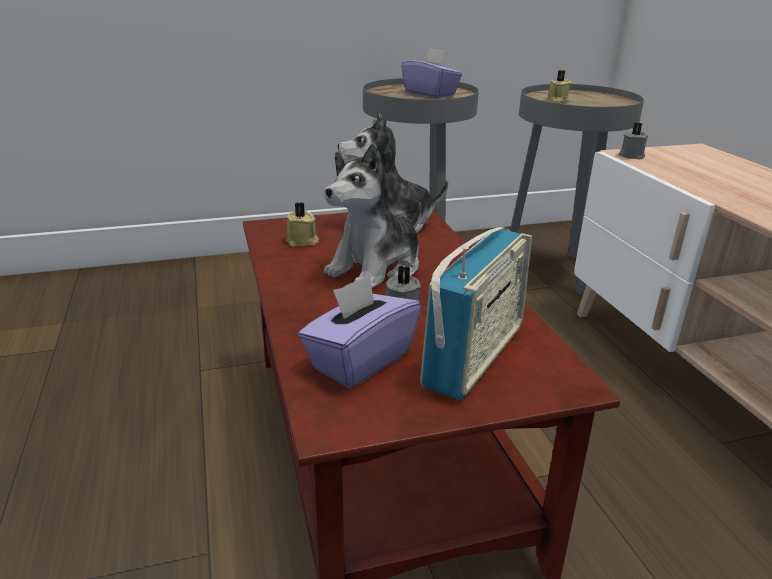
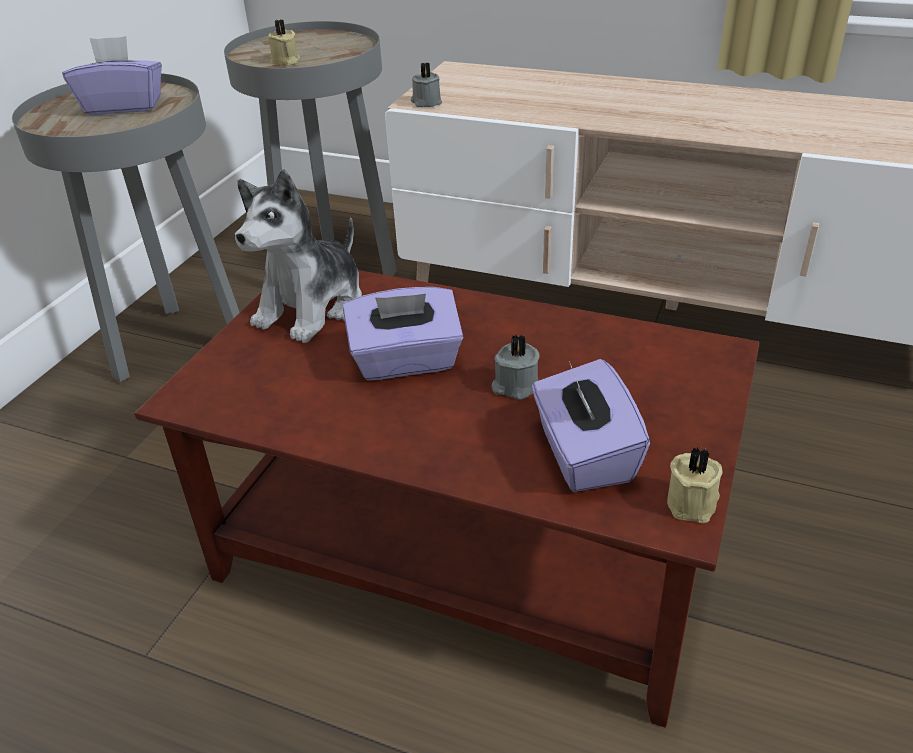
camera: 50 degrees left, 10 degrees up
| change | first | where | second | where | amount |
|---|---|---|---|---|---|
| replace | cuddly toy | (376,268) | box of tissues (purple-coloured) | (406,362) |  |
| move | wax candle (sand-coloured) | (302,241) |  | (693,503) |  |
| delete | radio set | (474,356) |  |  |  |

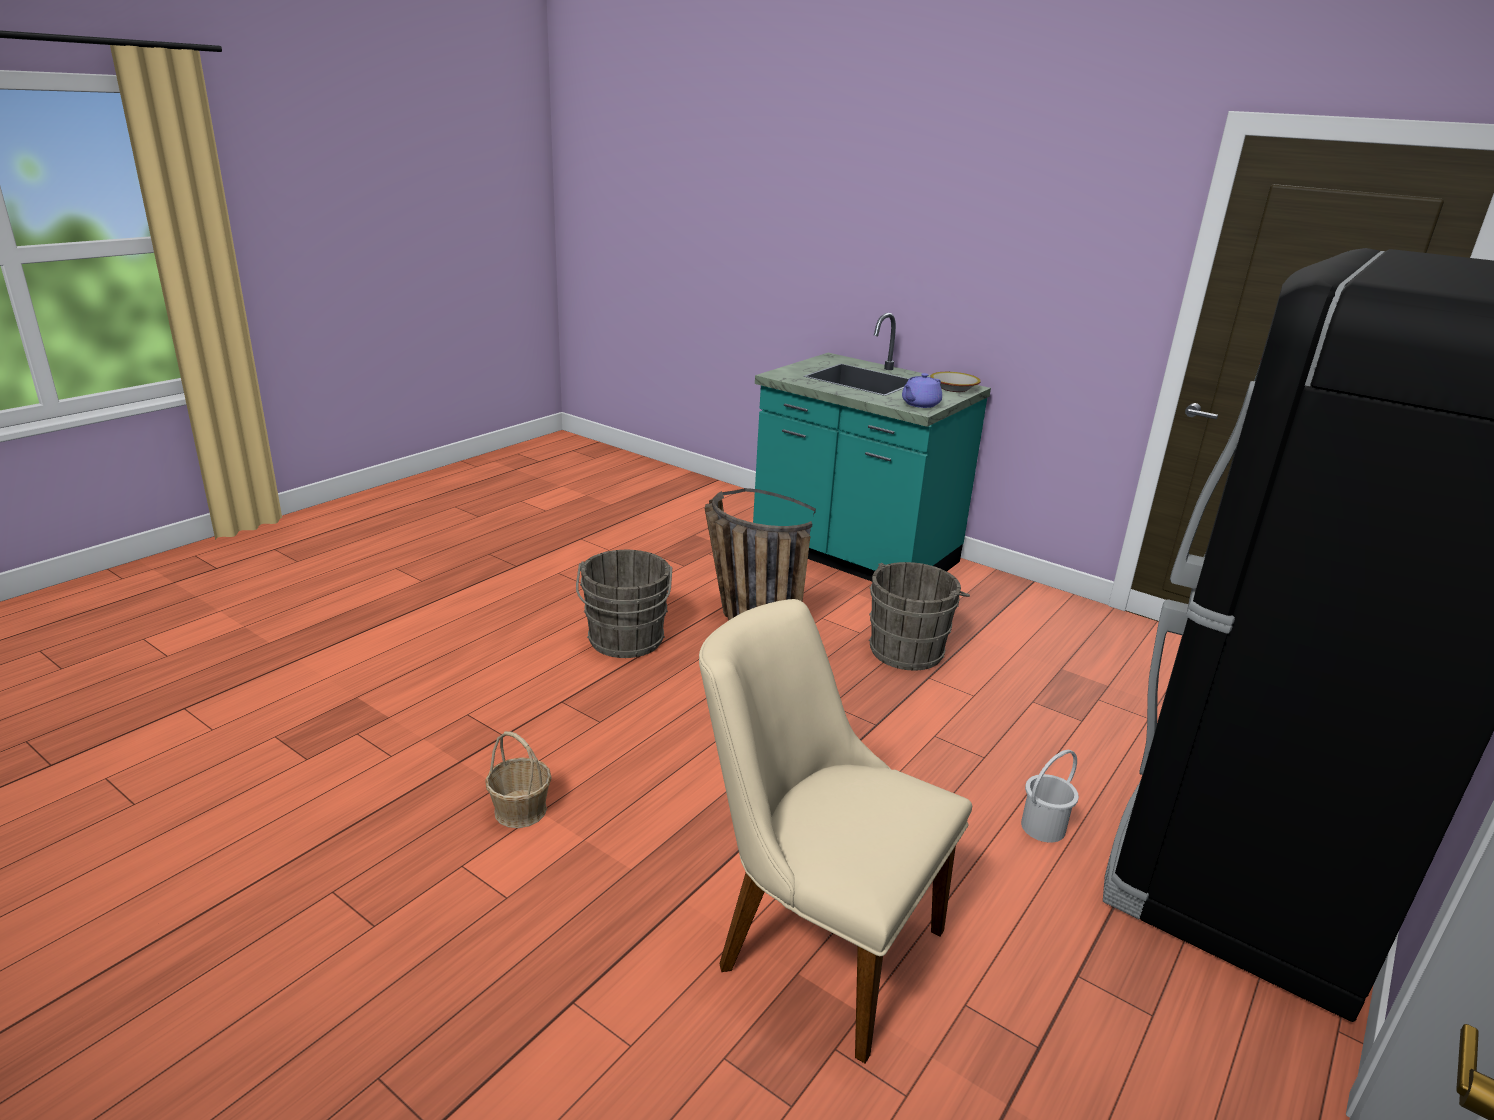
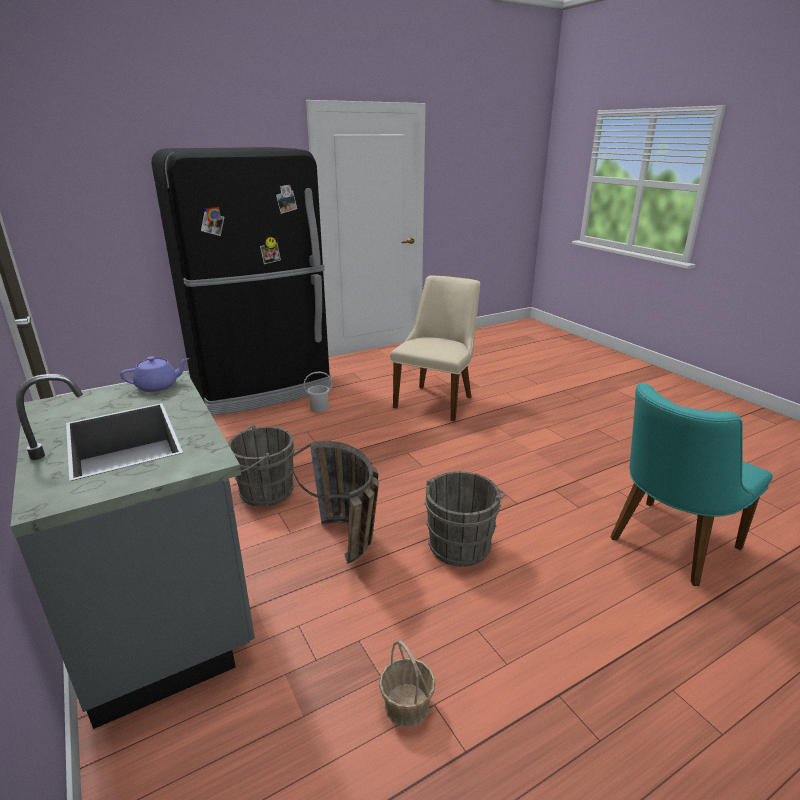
camera: 155 degrees left, 0 degrees up
| change | first | where | second | where | amount |
|---|---|---|---|---|---|
| recolor | kitchen base unit (blue-green) | (854,555) | kitchen base unit (gray) | (165,610) |  |
| move | household basket | (520,810) |  | (406,706) |  |
| rotate | plain chair (sand-coloured) | (812,941) |  | (437,399) | 120 degrees counterclockwise |
| insert |  |  | plain chair (blue-green) | (666,546) |  |
| delete | bowl | (954,388) |  |  |  |

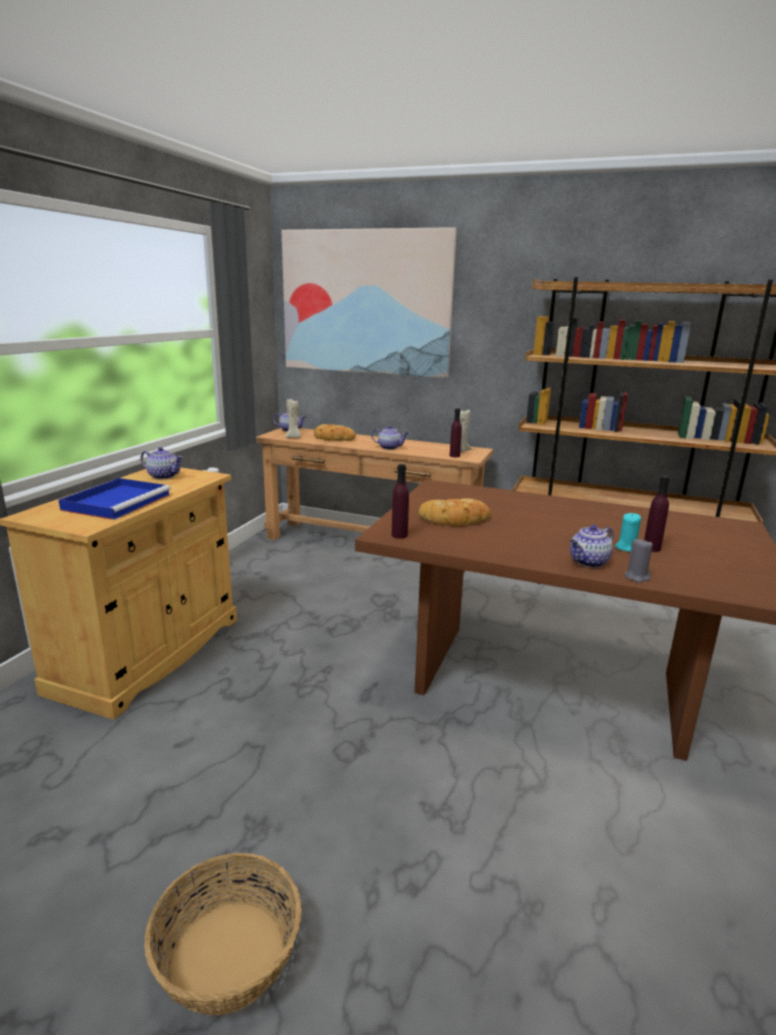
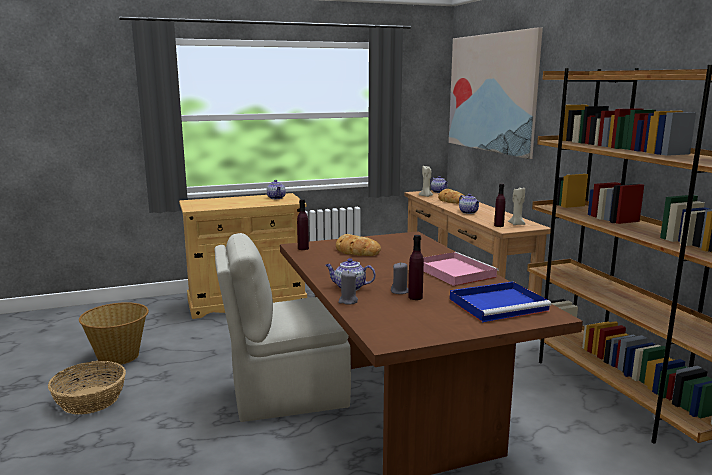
camera: 50 degrees right, 5 degrees down
| change | first | where | second | where | amount |
|---|---|---|---|---|---|
| insert |  |  | household basket | (119,356) |  |
| insert |  |  | plain chair (sand-coloured) | (286,394) |  |
| recolor | wax candle (blue-green) | (626,548) | wax candle (gray) | (400,291) |  |
| insert |  |  | carrying tray (pink) | (453,271) |  |
| move | carrying tray (blue-coloured) | (118,502) |  | (499,305) |  |

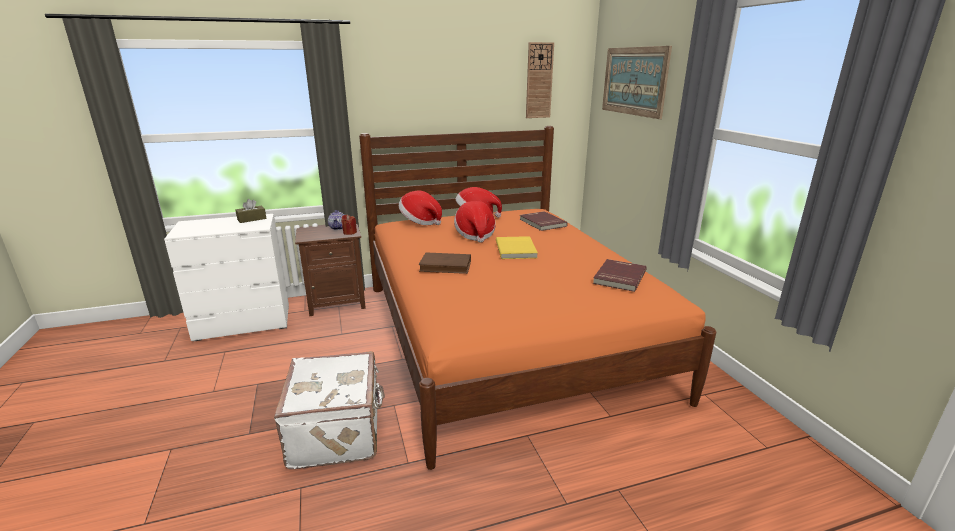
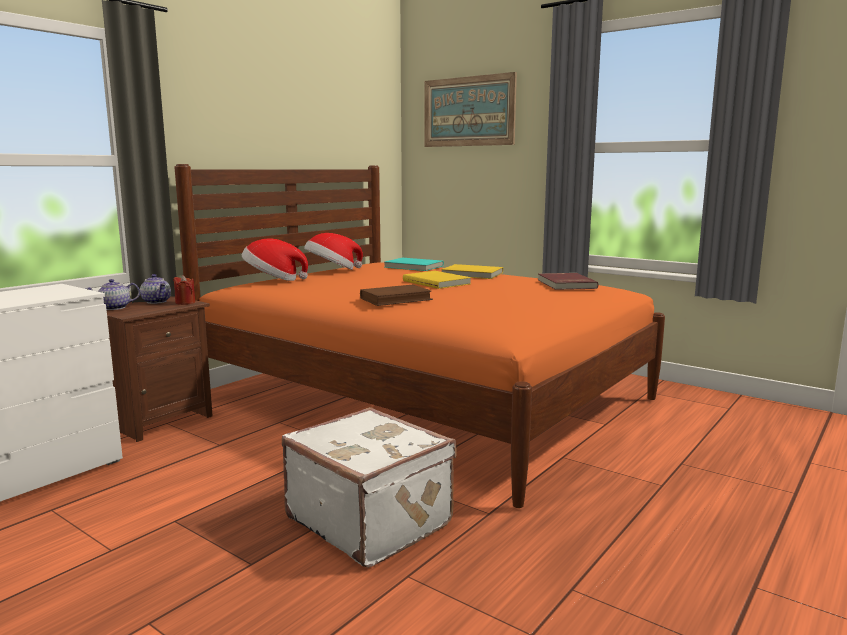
camera: 35 degrees left, 10 degrees down
| change | first | where | second | where | amount |
|---|---|---|---|---|---|
| insert |  |  | teapot | (114,308) |  |
| recolor | volume (red-coloured) | (542,223) | volume (blue-green) | (413,267) |  |
| insert |  |  | volume (yellow-coloured) | (472,274) |  |
| delete | box of tissues (brown-coloured) | (252,219) |  |  |  |
| delete | wearable hat | (475,235) |  |  |  |
| delete | wall clock | (539,81) |  |  |  |

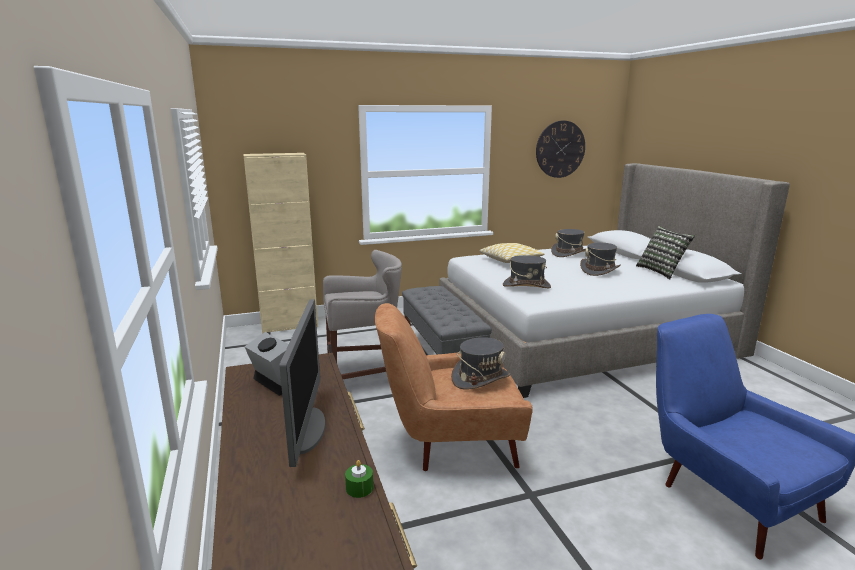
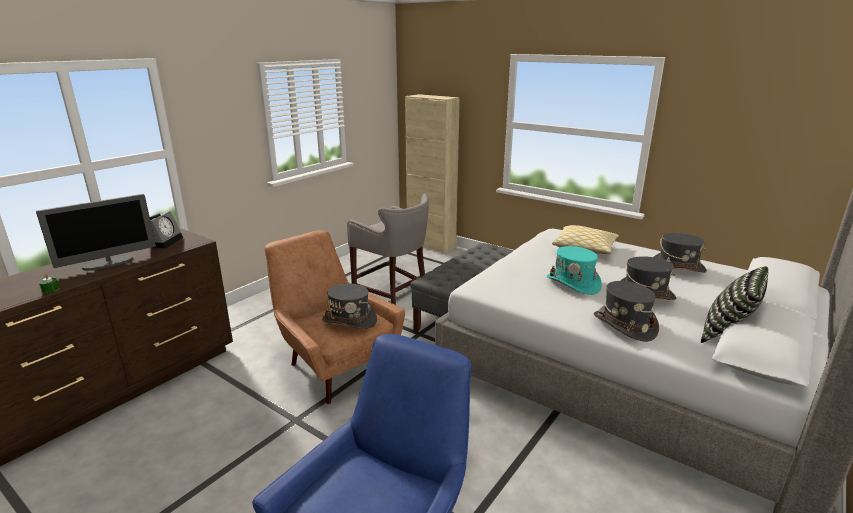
camera: 55 degrees right, 5 degrees up
| change | first | where | second | where | amount |
|---|---|---|---|---|---|
| insert |  |  | wearable hat (blue-green) | (573,283) |  |
| move | wearable hat (gray) | (526,286) |  | (624,325) |  |
| delete | wall clock | (560,149) |  |  |  |

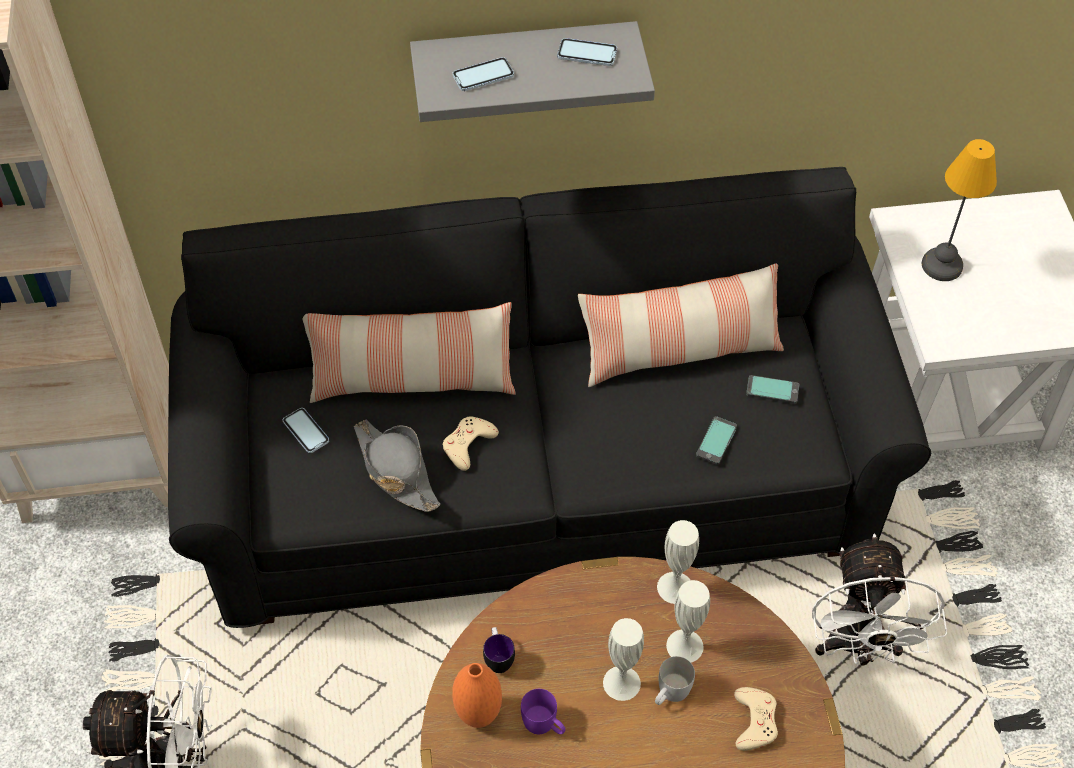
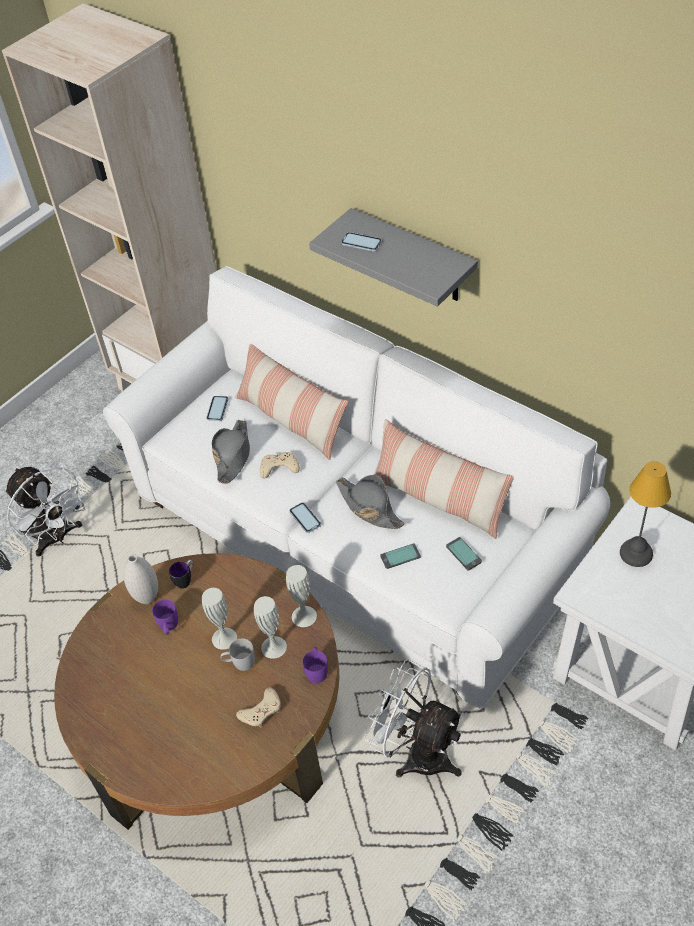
camera: 50 degrees right, 5 degrees down
| change | first | where | second | where | amount |
|---|---|---|---|---|---|
| recolor | sofa (blackish) | (538,475) | sofa (white) | (356,534) |  |
| recolor | flower vase (orangey) | (478,715) | flower vase (white) | (147,598) |  |
| move | phone | (587,54) |  | (305,518) |  |
| insert |  |  | tea mug (purple-coloured) | (317,670) |  |
| insert |  |  | wearable hat (gray) | (369,507) |  |
| rotate | cooling fan (white) | (857,647) |  | (417,753) | 75 degrees clockwise |

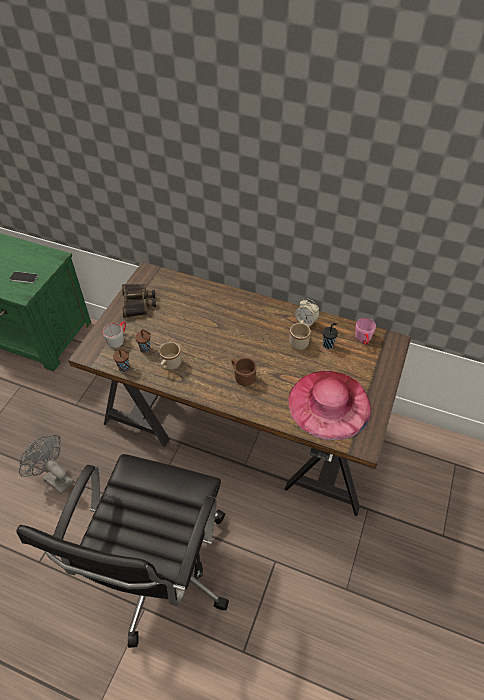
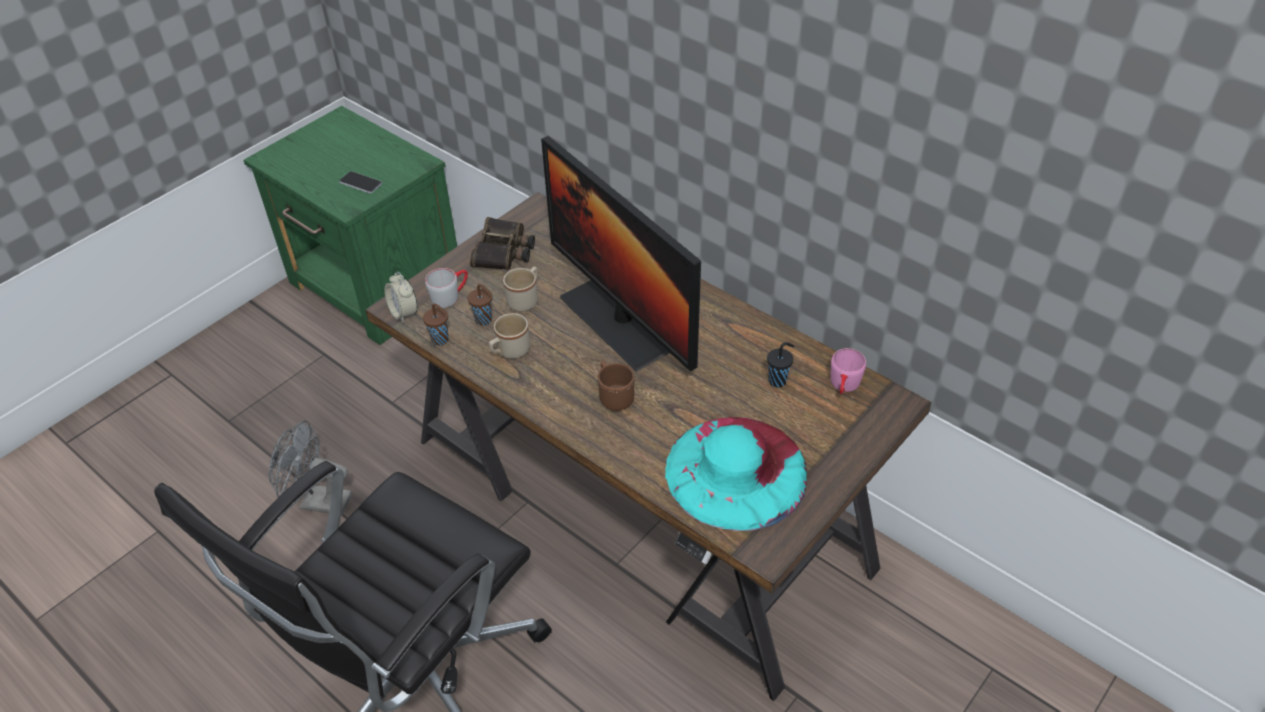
camera: 20 degrees right, 5 degrees down
| change | first | where | second | where | amount |
|---|---|---|---|---|---|
| rotate | cooling fan (gray) | (54,478) |  | (318,501) | 45 degrees counterclockwise |
| move | bedside clock | (306,321) |  | (404,313) |  |
| move | tea mug (sand-coloured) | (299,341) |  | (525,299) |  |
| insert |  |  | computer display | (620,321) |  |
| recolor | wearable hat (pink) | (329,404) | wearable hat (blue-green) | (736,471) |  |

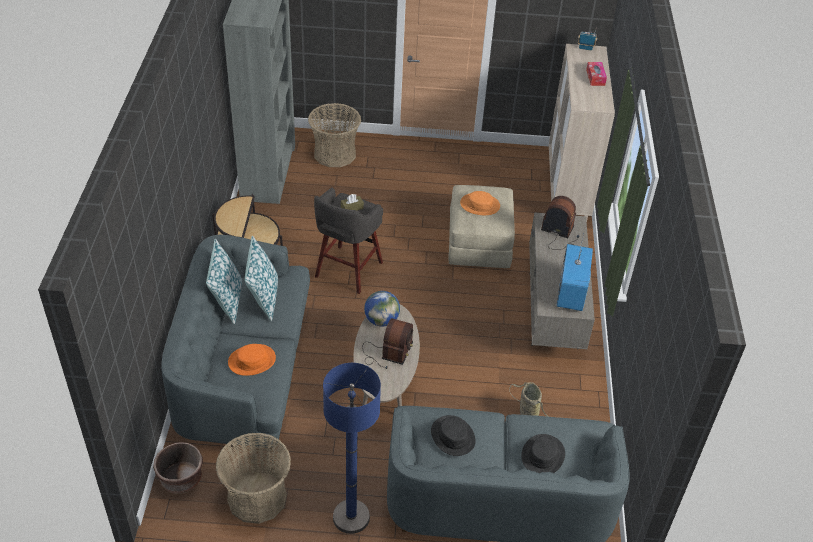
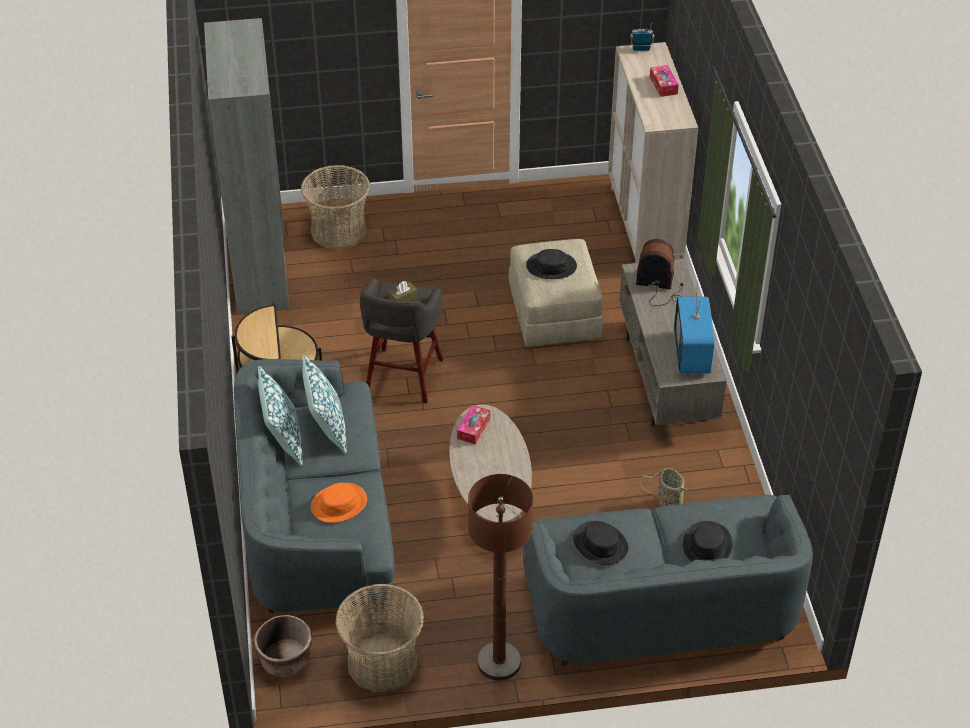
camera: 10 degrees left, 0 degrees up
| change | first | where | second | where | amount |
|---|---|---|---|---|---|
| replace | world globe | (381,320) | box of tissues | (473,429) |  |
| recolor | standard lamp (blue-coloured) | (351,517) | standard lamp (brown-coloured) | (499,662) |  |
| recolor | wearable hat (orangey) | (480,205) | wearable hat (blackish) | (551,266) |  |
| delete | radio set | (387,353) |  |  |  |

